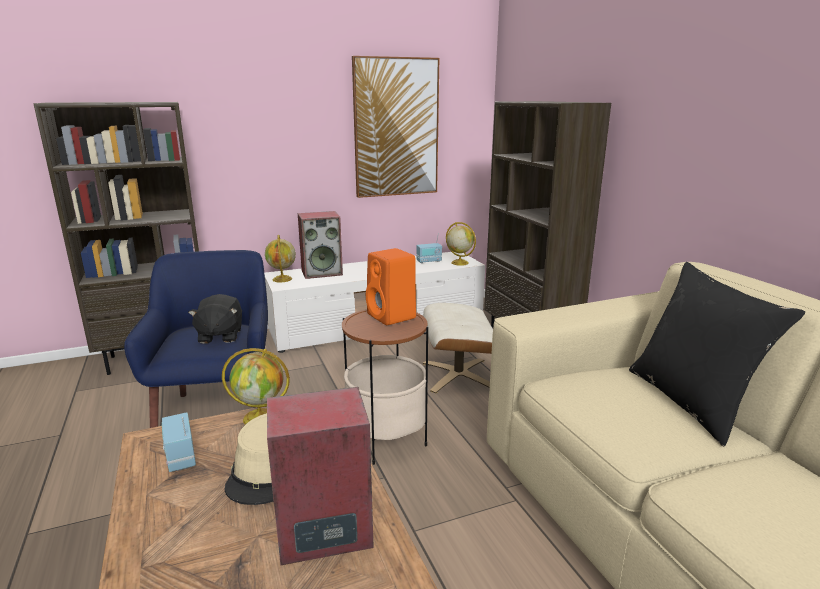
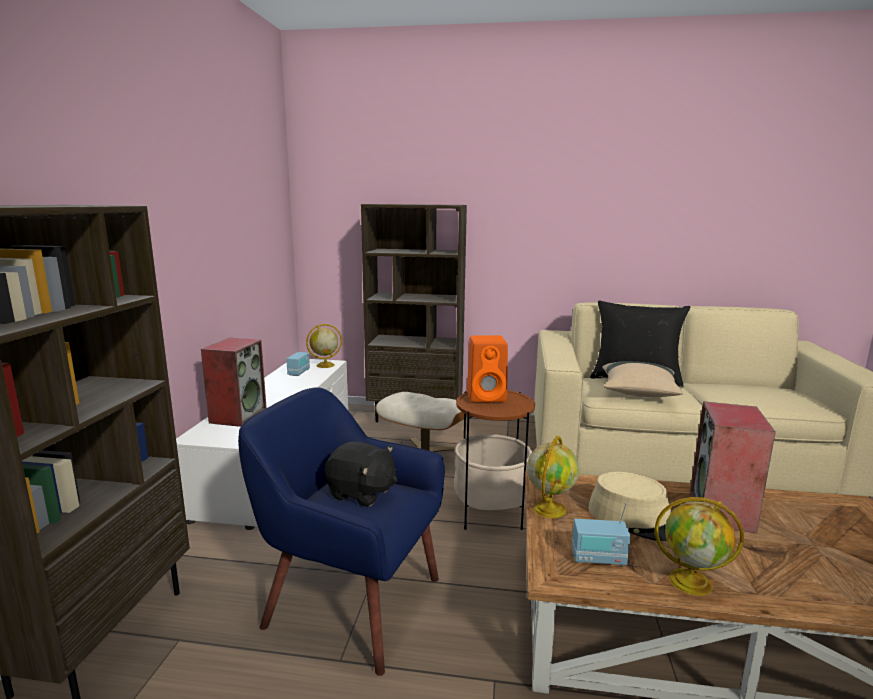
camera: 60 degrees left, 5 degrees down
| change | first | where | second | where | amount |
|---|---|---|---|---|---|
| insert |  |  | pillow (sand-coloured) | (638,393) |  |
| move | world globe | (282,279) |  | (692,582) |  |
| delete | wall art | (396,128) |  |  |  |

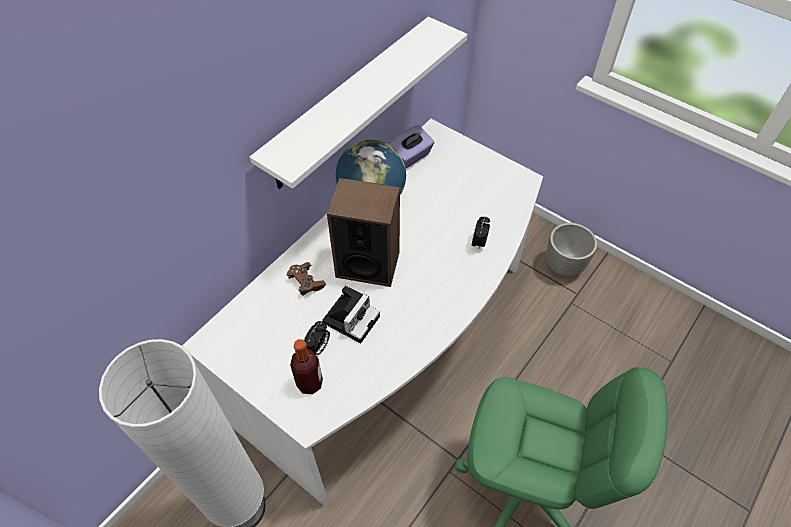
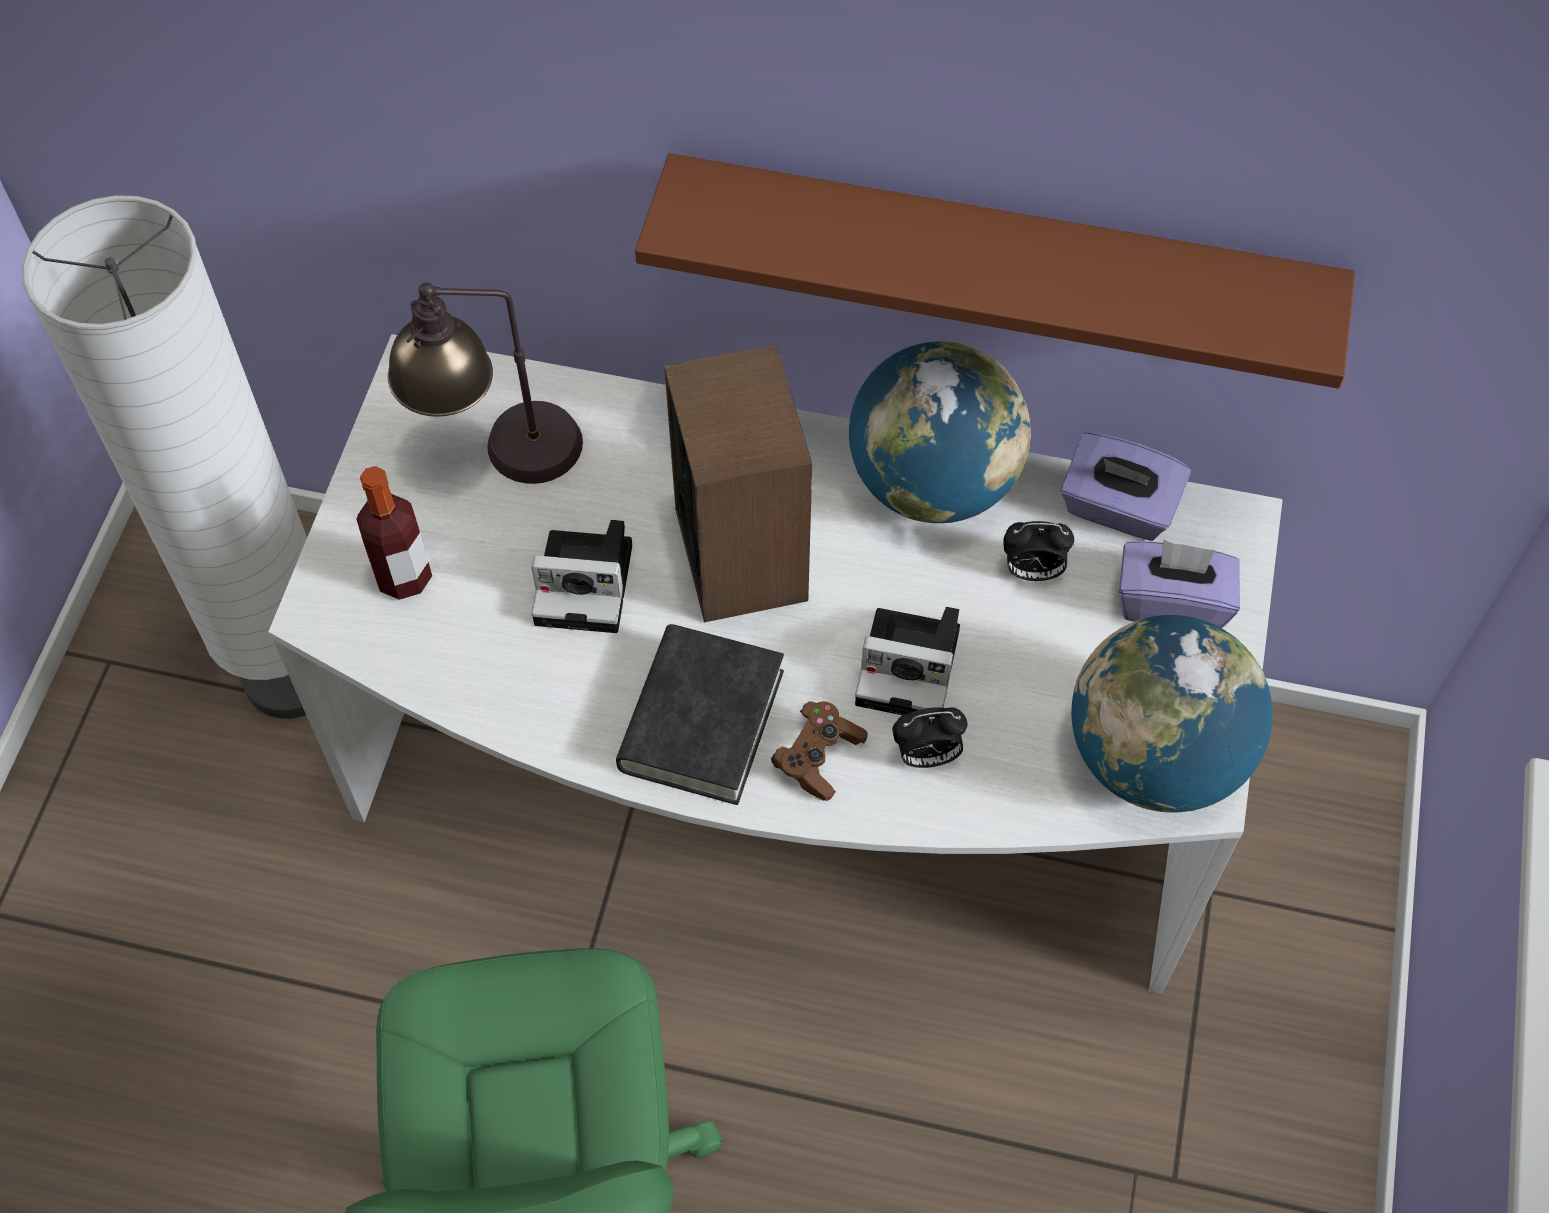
camera: 65 degrees right, 5 degrees up
| change | first | where | second | where | amount |
|---|---|---|---|---|---|
| insert |  |  | lamp for a table | (498,453) |  |
| insert |  |  | volume (blackish) | (701,721) |  |
| recolor | wall shelf (white) | (349,103) | wall shelf (brown-coloured) | (997,262) |  |
| move | game controller (brown-coloured) | (306,282) |  | (818,757) |  |
| insert |  |  | still camera | (913,667) |  |
| move | bedside clock | (318,348) |  | (1032,571) |  |
| insert |  |  | world globe | (1154,757) |  |
| insert |  |  | box of tissues (purple-coloured) | (1171,602) |  |
| delete | flower pot | (564,266) |  |  |  |

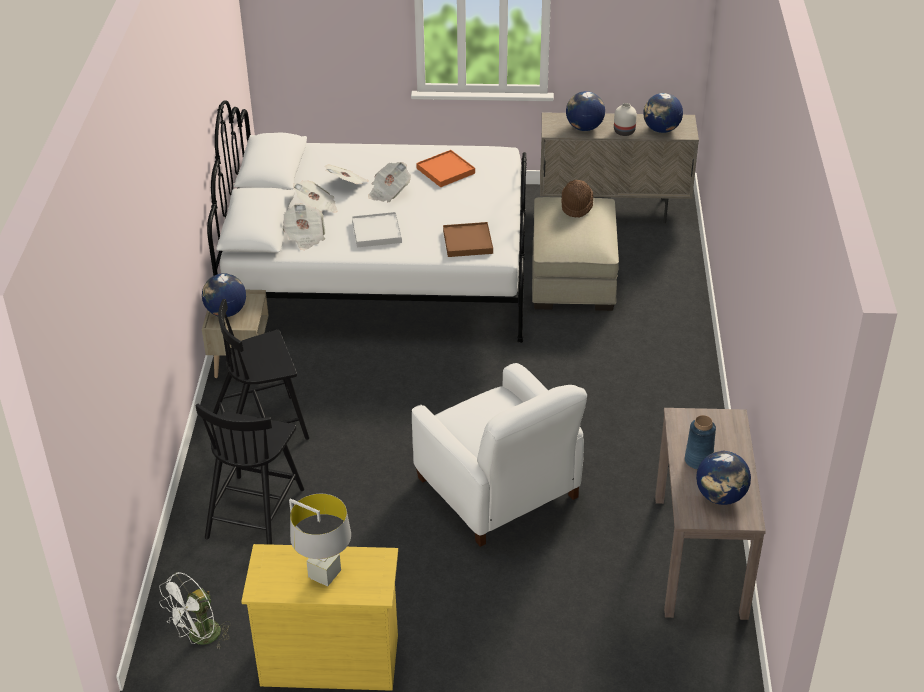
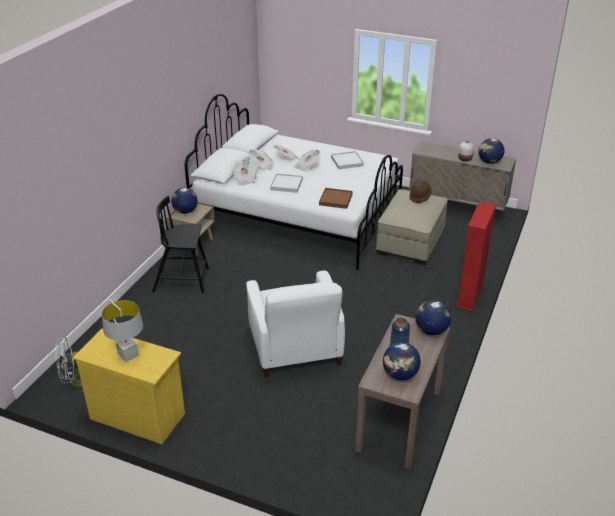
camera: 20 degrees right, 5 degrees down
| change | first | where | second | where | amount |
|---|---|---|---|---|---|
| recolor | carrying tray (orangey) | (445,171) | carrying tray (white) | (347,161) |  |
| move | world globe | (584,128) |  | (431,331) |  |
| insert |  |  | bookshelf (red-coloured) | (470,295) |  |
| delete | plain chair (blackish) | (255,511) |  |  |  |

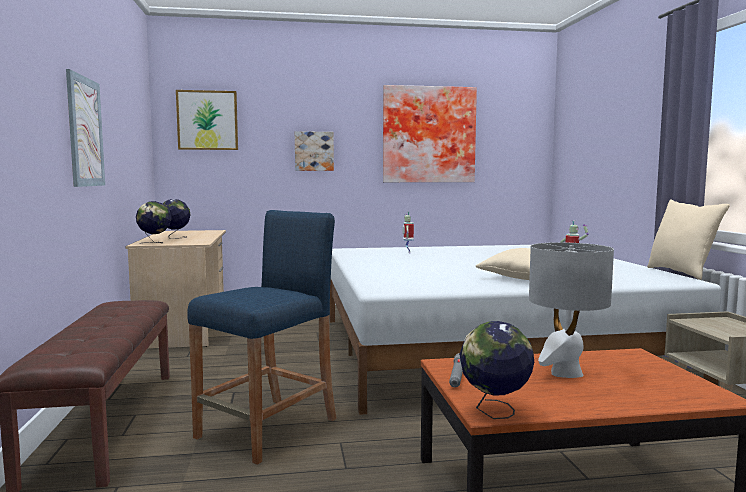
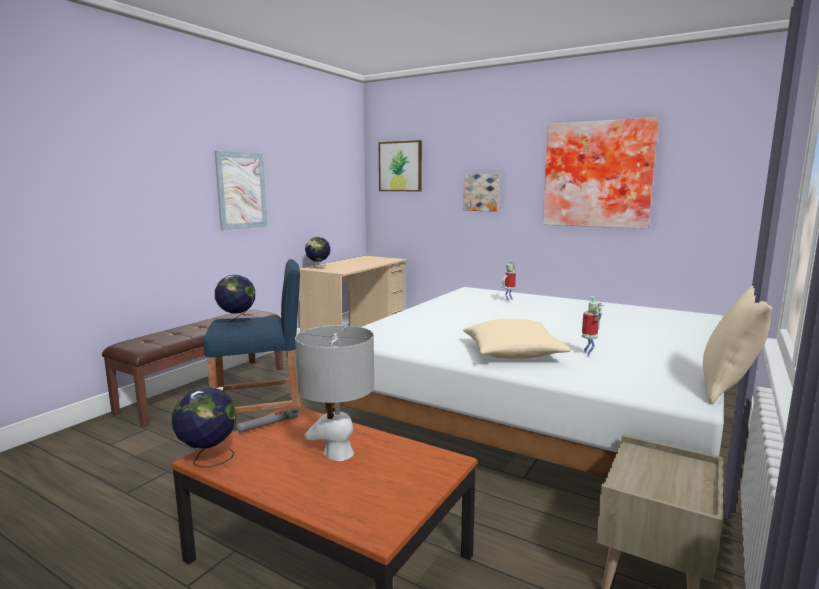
camera: 40 degrees right, 5 degrees up
| change | first | where | second | where | amount |
|---|---|---|---|---|---|
| move | world globe | (175,237) |  | (237,323) |  |

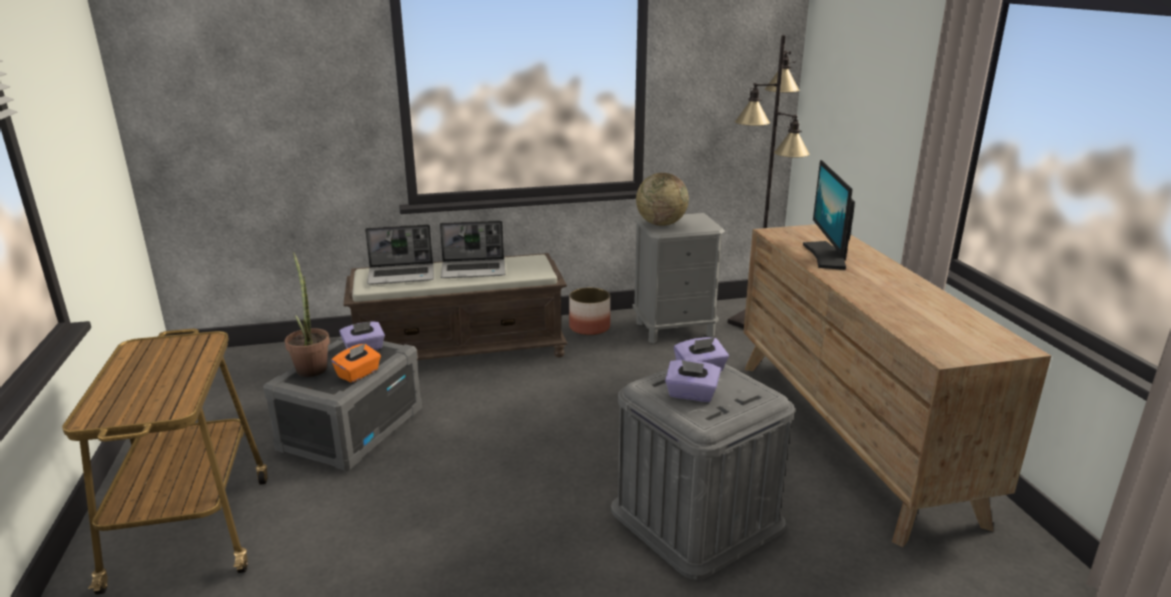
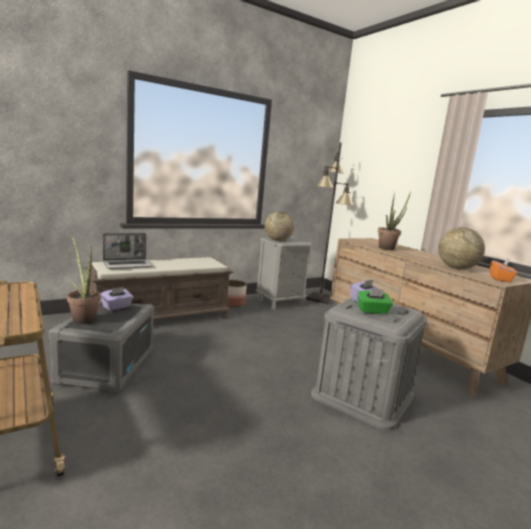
camera: 20 degrees left, 10 degrees down
| change | first | where | second | where | amount |
|---|---|---|---|---|---|
| recolor | box of tissues (purple-coloured) | (691,394) | box of tissues (green) | (373,311) |  |
| replace | computer display | (826,256) | houseplant | (388,248) |  |
| insert |  |  | world globe | (456,268) |  |
| move | box of tissues (orangey) | (358,374) |  | (500,279) |  |
| delete | portable computer | (474,270) |  |  |  |

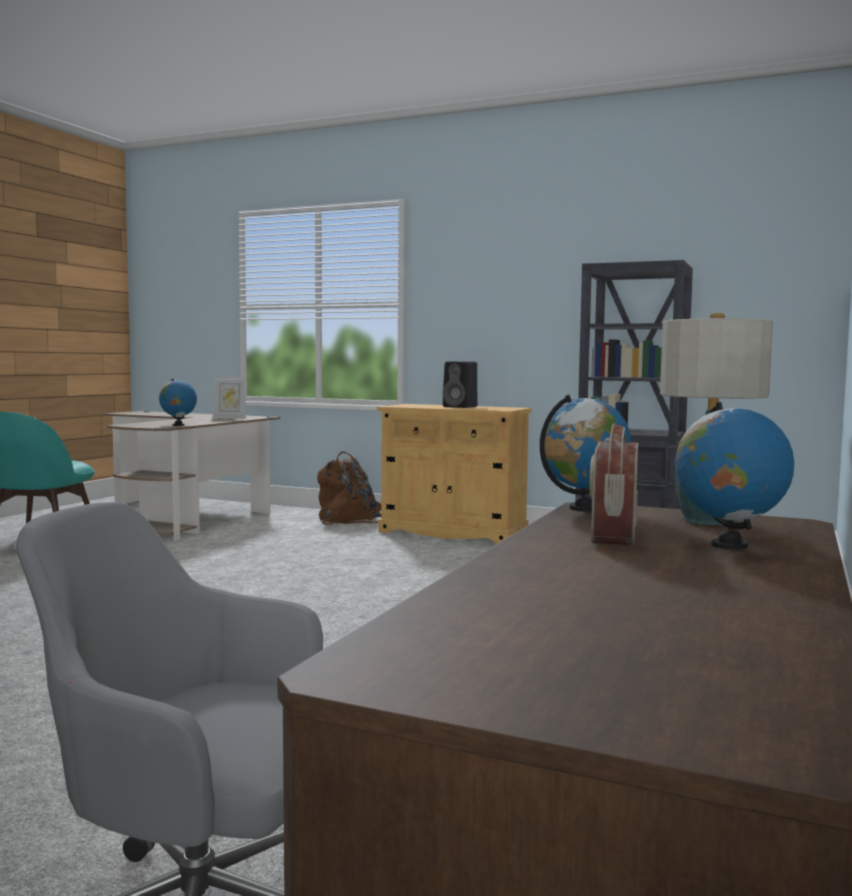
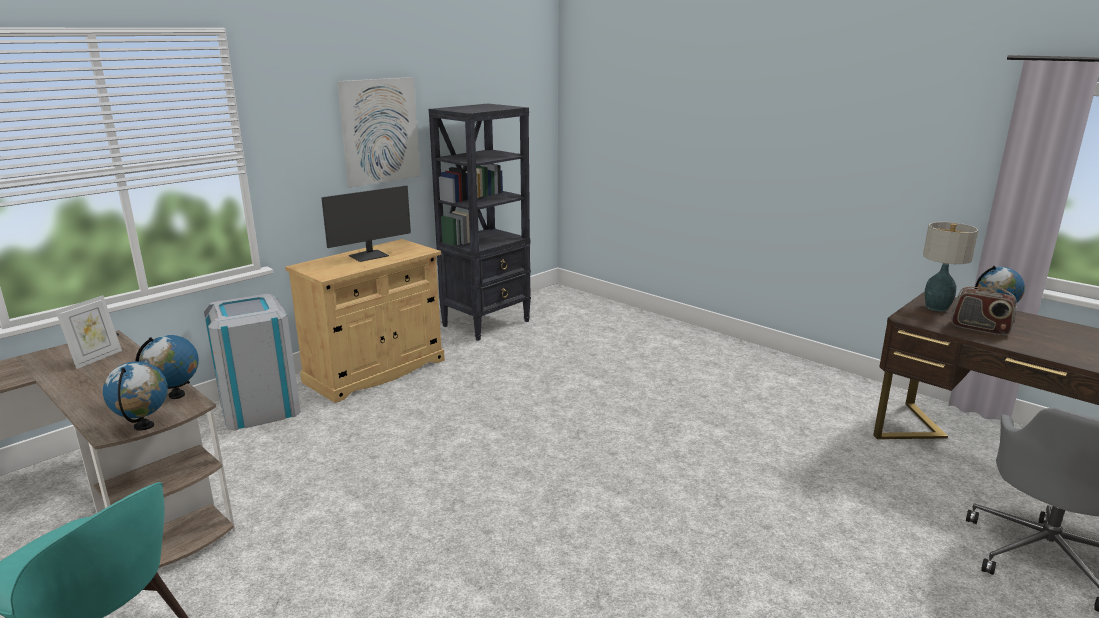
camera: 70 degrees left, 15 degrees up
| change | first | where | second | where | amount |
|---|---|---|---|---|---|
| move | world globe | (583,509) |  | (144,426) |  |
| replace | backpack (brown-coloured) | (350,520) | trash can (gray) | (260,408) |  |
| replace | loudspeaker (blackish) | (461,407) | computer display | (369,256) |  |
| insert |  |  | wall art | (380,131) |  |

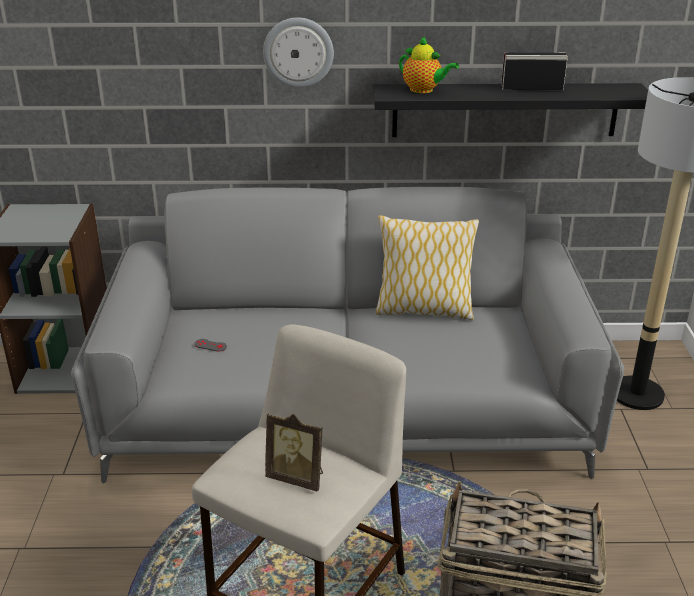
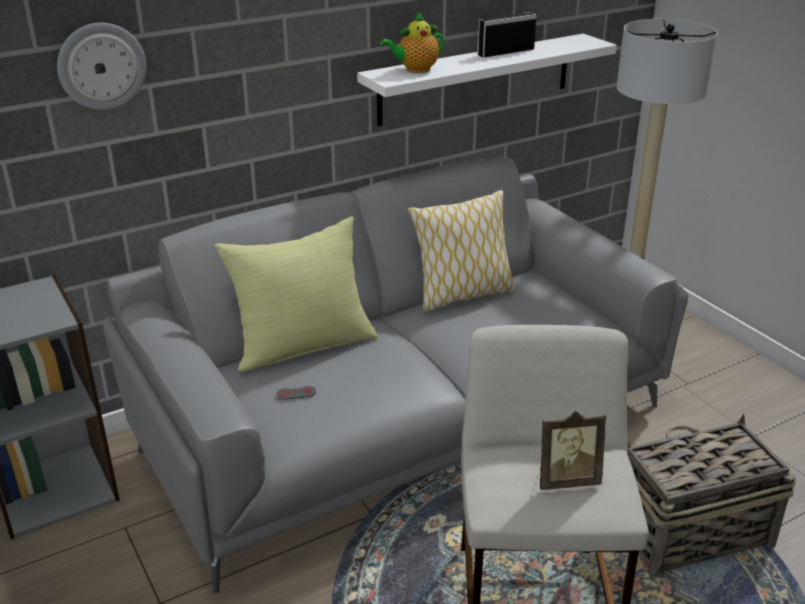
camera: 30 degrees left, 0 degrees up
| change | first | where | second | where | amount |
|---|---|---|---|---|---|
| move | wall clock | (298,52) |  | (101,66) |  |
| insert |  |  | pillow (yellow-coloured) | (303,345) |  |
| recolor | wall shelf (blackish) | (505,110) | wall shelf (white) | (476,79) |  |
| rotate | teapot | (424,90) |  | (415,69) | 150 degrees clockwise |

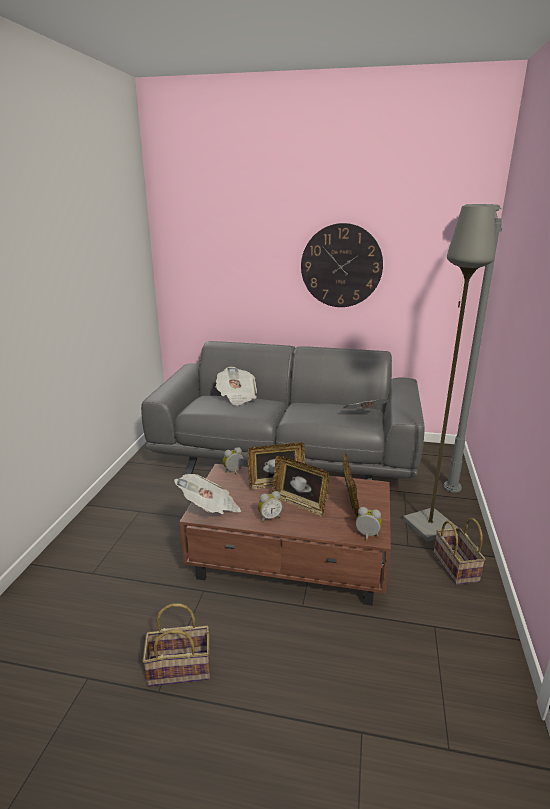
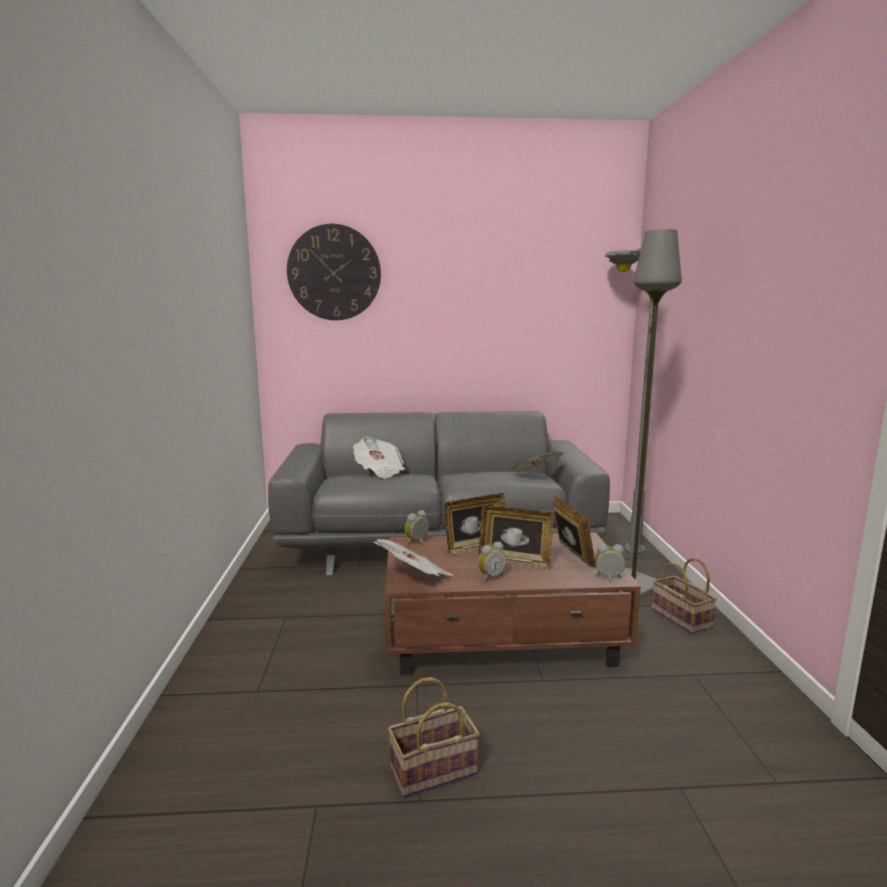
camera: 15 degrees left, 10 degrees down
| change | first | where | second | where | amount |
|---|---|---|---|---|---|
| move | wall clock | (341,266) |  | (334,272) |  |

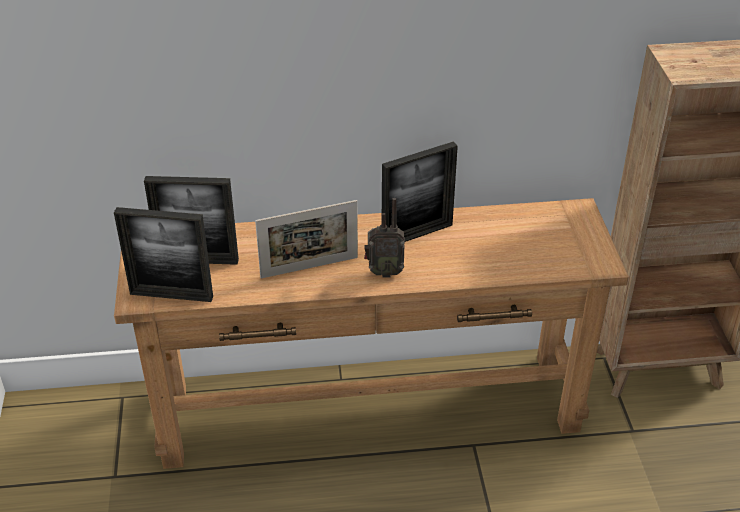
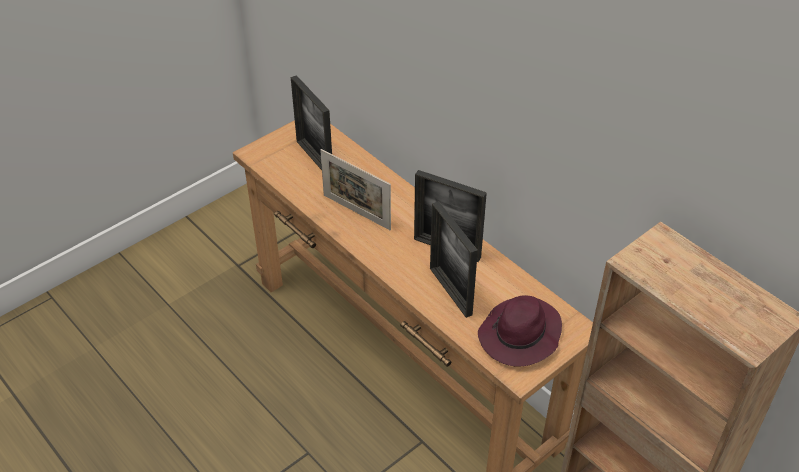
camera: 55 degrees right, 5 degrees up
| change | first | where | second | where | amount |
|---|---|---|---|---|---|
| move | photo frame | (171,295) |  | (450,291) |  |
| insert |  |  | wearable hat (purple-coloured) | (519,336) |  |
| delete | radio set | (384,272) |  |  |  |

